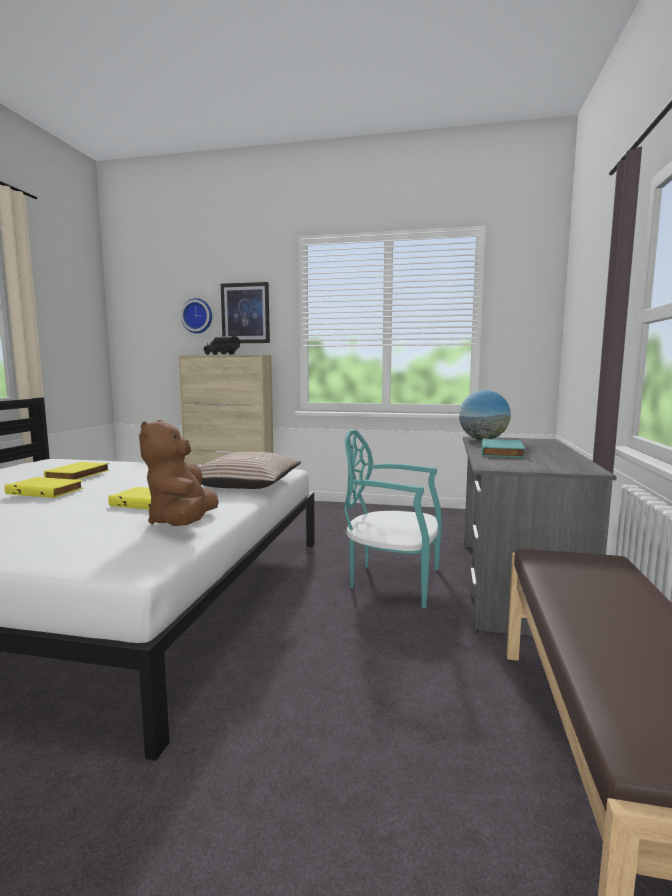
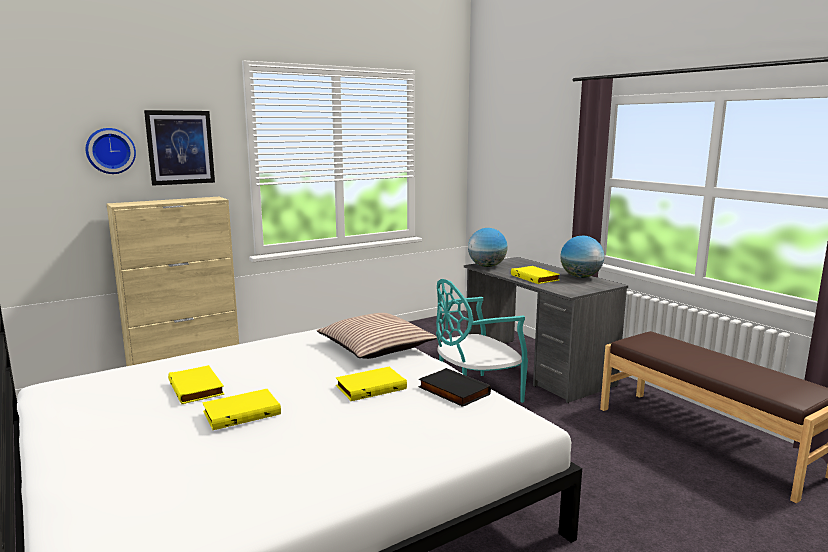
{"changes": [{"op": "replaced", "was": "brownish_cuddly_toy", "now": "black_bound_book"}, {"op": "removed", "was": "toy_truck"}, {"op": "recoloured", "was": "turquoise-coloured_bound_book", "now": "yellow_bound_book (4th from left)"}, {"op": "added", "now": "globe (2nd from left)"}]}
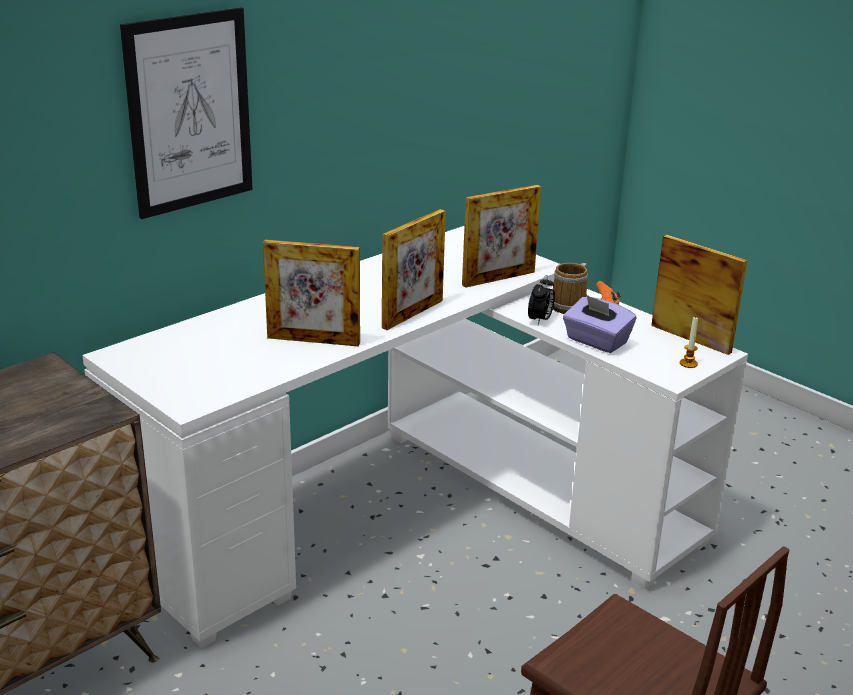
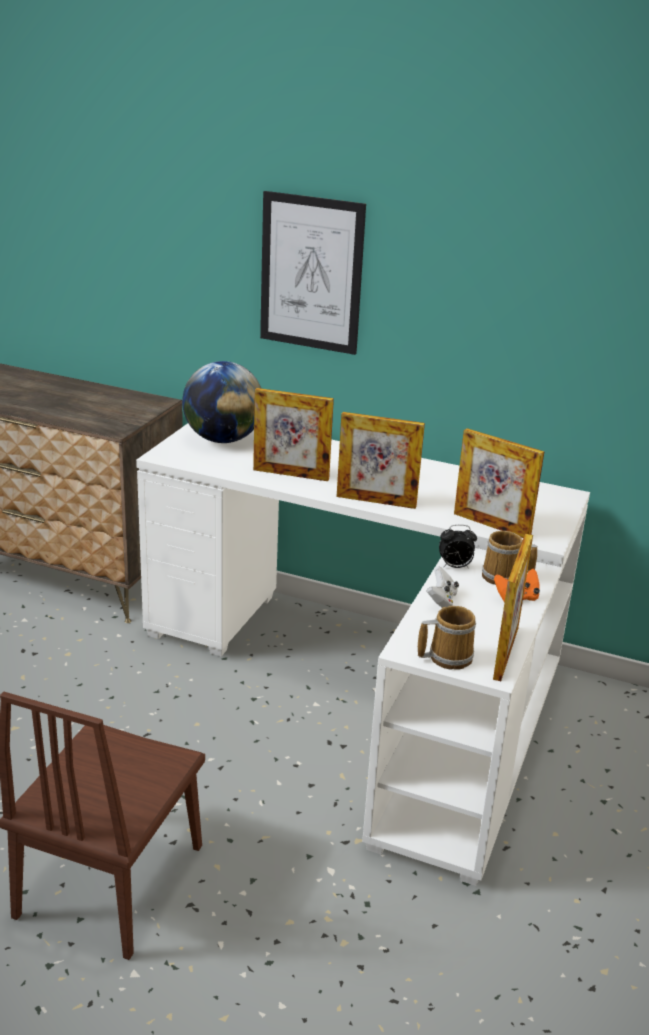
{"changes": [{"op": "turned", "was": "standing_frame (1st from left)", "clockwise": -60}, {"op": "replaced", "was": "purple-coloured_tissue_holder", "now": "white-coloured_game_controller"}, {"op": "replaced", "was": "wax_light", "now": "mug (1st from left)"}, {"op": "added", "now": "globe"}]}
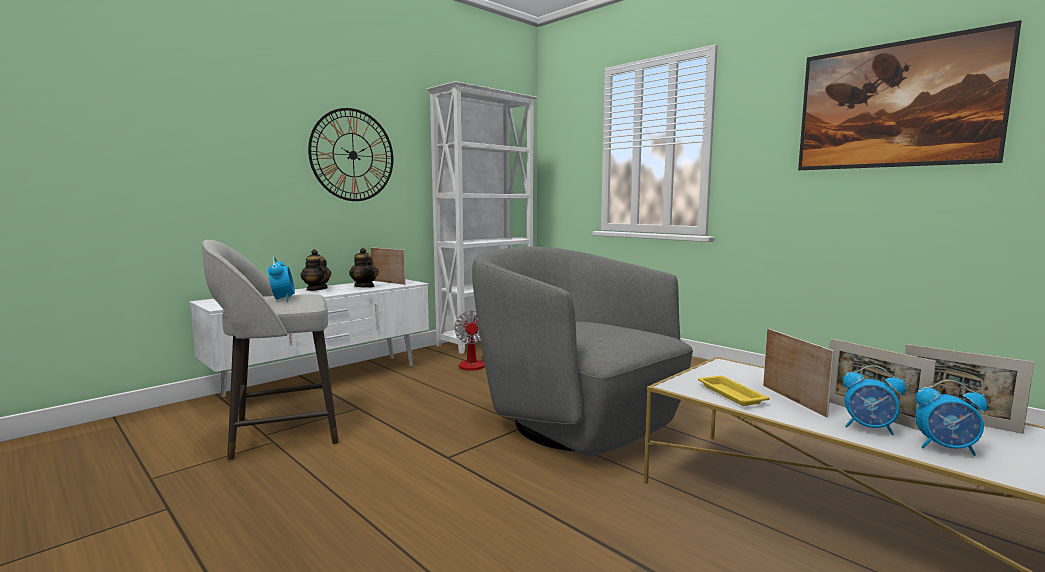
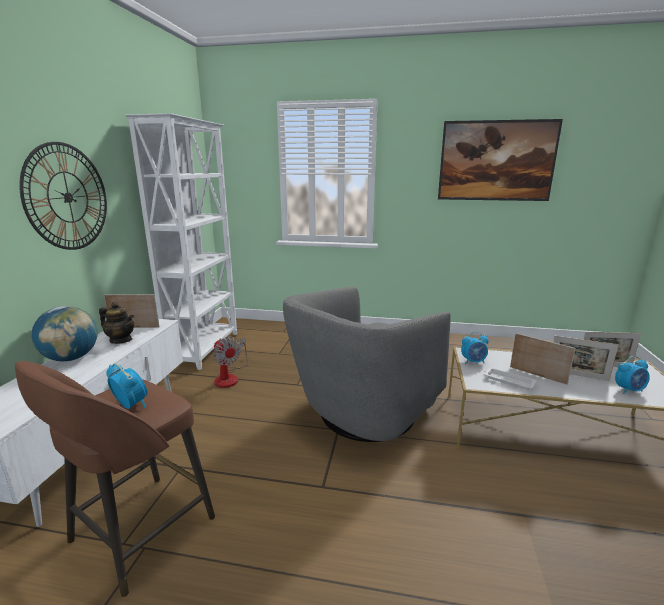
{"changes": [{"op": "recoloured", "was": "greyish_sitting_stool", "now": "brownish_sitting_stool"}, {"op": "replaced", "was": "teapot (1st from left)", "now": "globe"}, {"op": "turned", "was": "greyish_lounge_chair", "clockwise": -60}, {"op": "recoloured", "was": "yellow_tray", "now": "white-coloured_tray"}, {"op": "moved", "was": "table_clock (2nd from left)"}]}
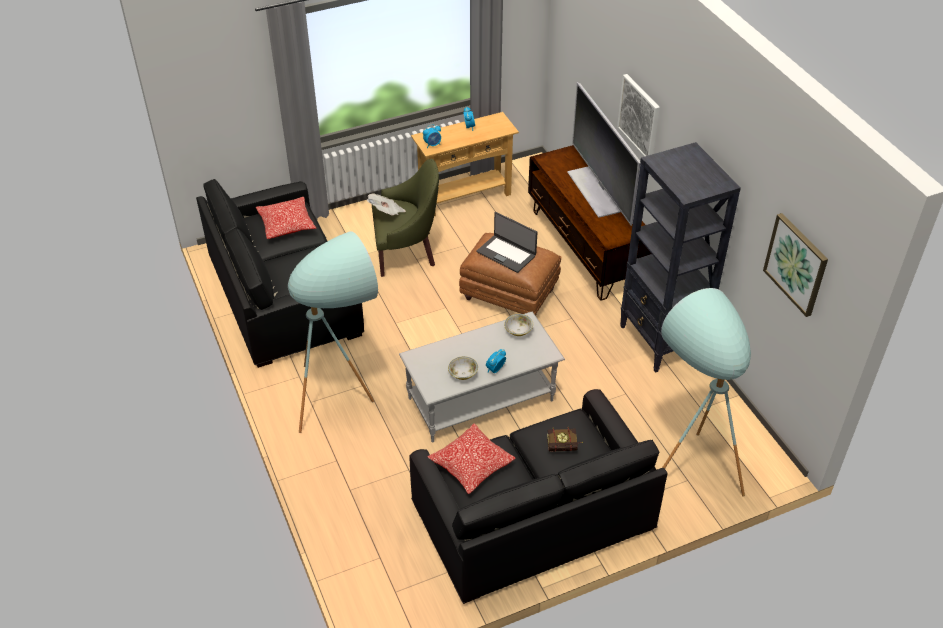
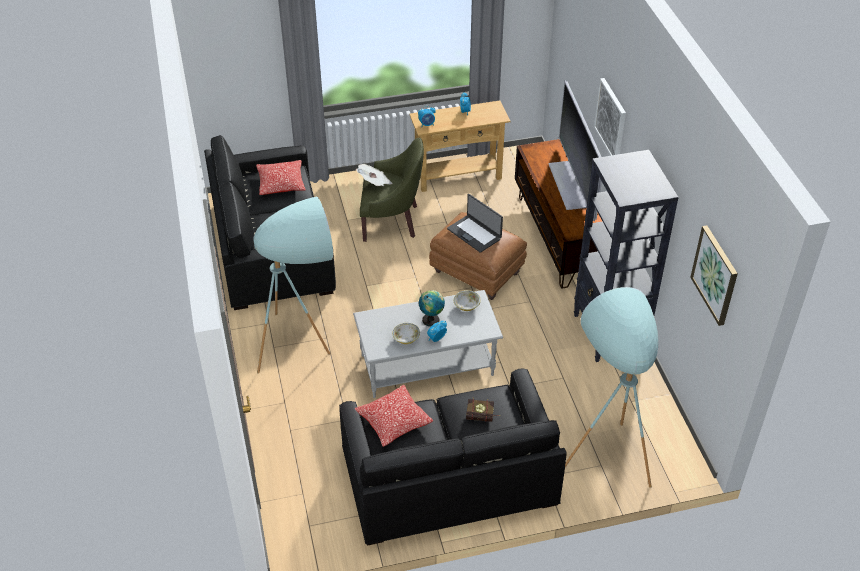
{"changes": [{"op": "added", "now": "globe"}]}
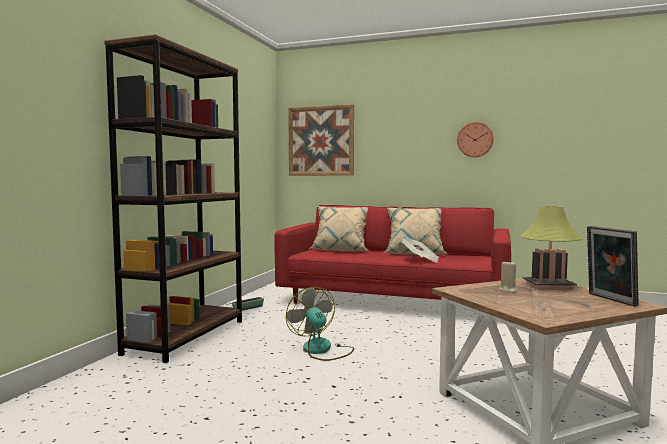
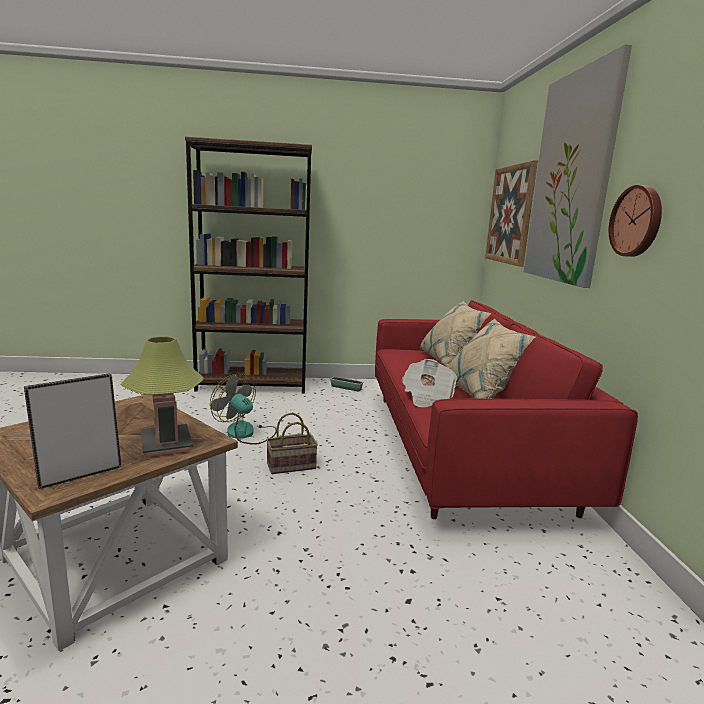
{"changes": [{"op": "turned", "was": "fan", "clockwise": -90}, {"op": "removed", "was": "beige_wax_light"}, {"op": "added", "now": "basket"}, {"op": "added", "now": "wall_art (2nd from left)"}]}
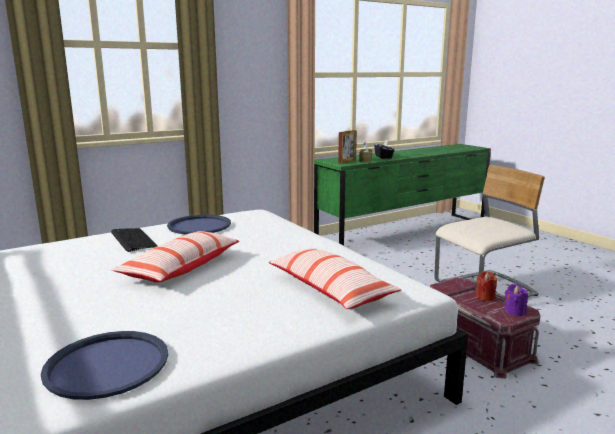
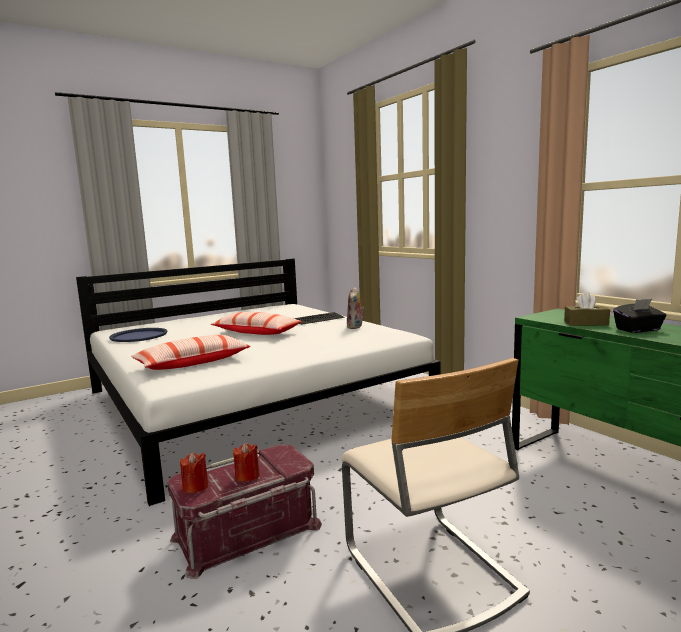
{"changes": [{"op": "replaced", "was": "blue-coloured_tray (2nd from left)", "now": "cuddly_toy"}, {"op": "removed", "was": "standing_frame"}, {"op": "recoloured", "was": "purple-coloured_wax_light", "now": "red-coloured_wax_light (1st from left)"}]}
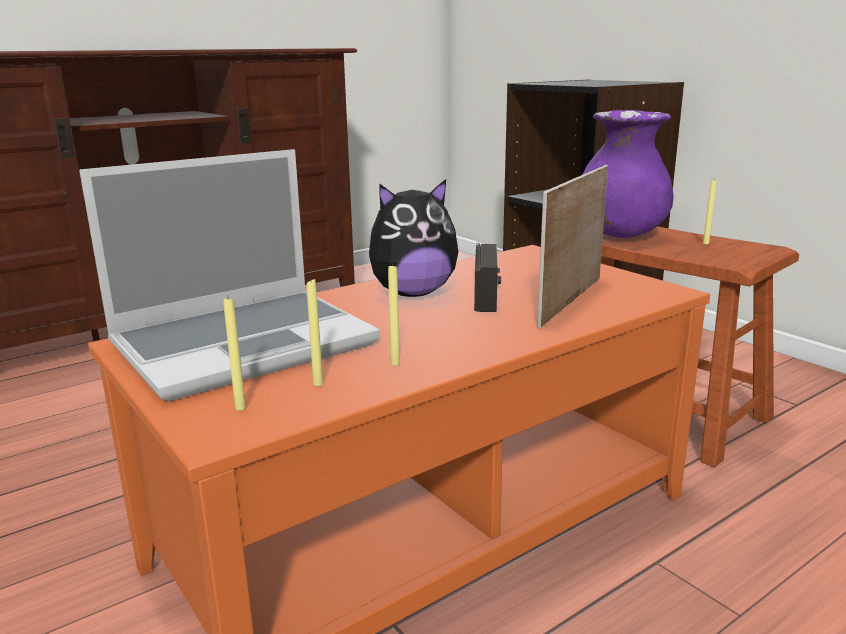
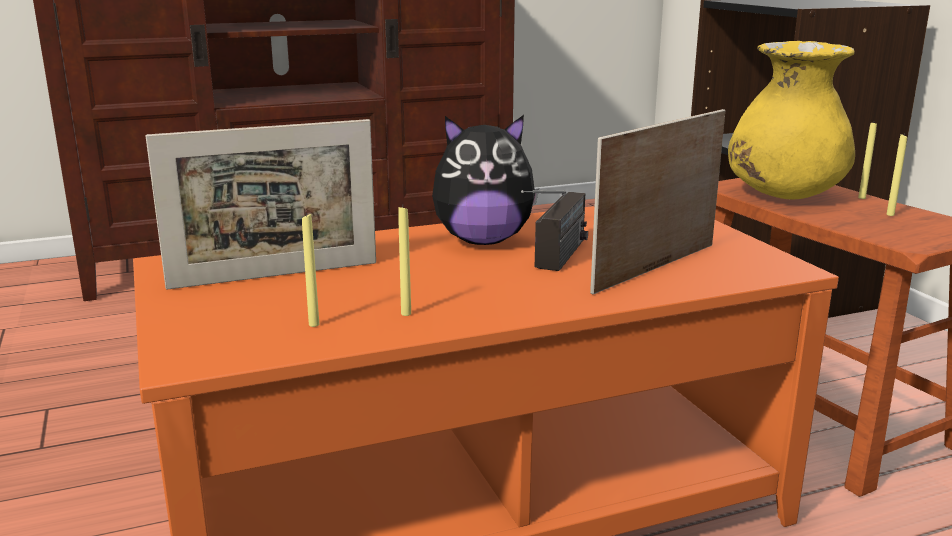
{"changes": [{"op": "replaced", "was": "portable_computer", "now": "standing_frame (1st from left)"}, {"op": "moved", "was": "yellow_wax_light (1st from left in the first image)", "now": "yellow_wax_light (3rd from left)"}, {"op": "recoloured", "was": "purple-coloured_flower_vase", "now": "yellow_flower_vase"}]}
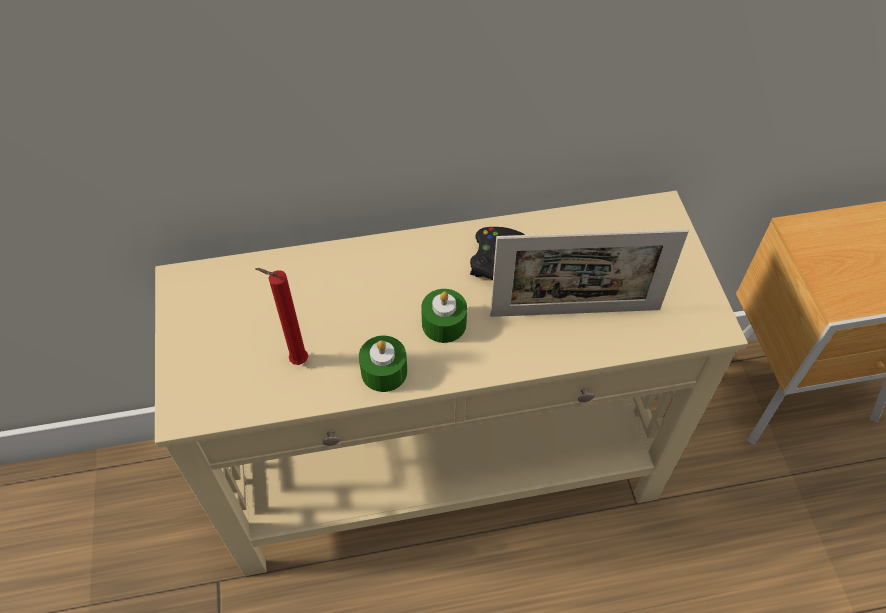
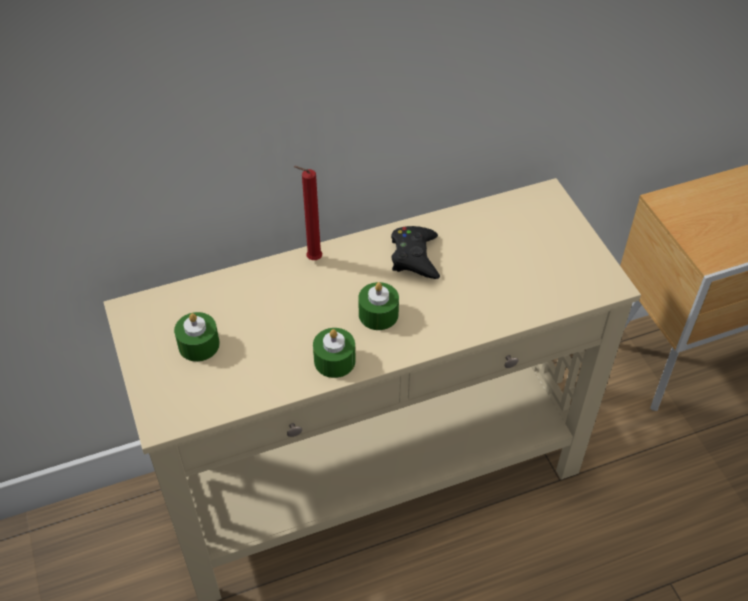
{"changes": [{"op": "moved", "was": "red-coloured_wax_light"}, {"op": "removed", "was": "standing_frame"}, {"op": "added", "now": "green_wax_light (1st from left)"}]}
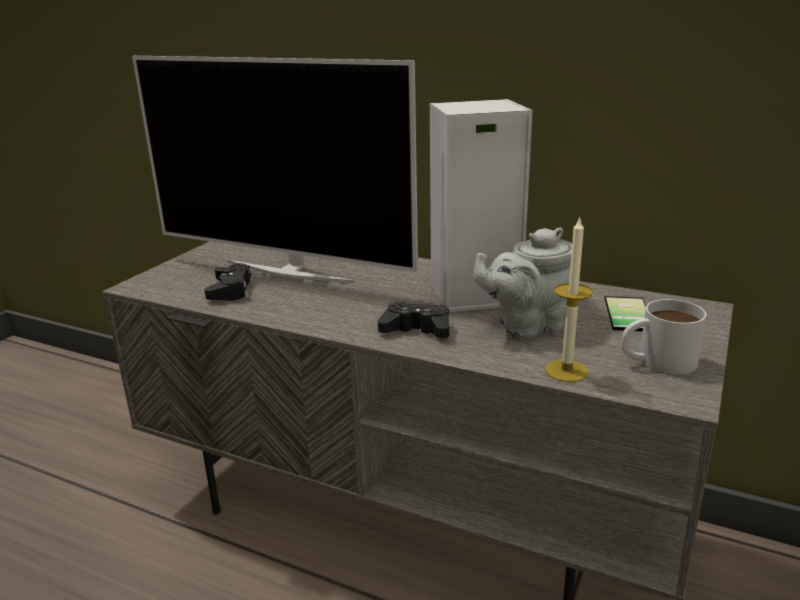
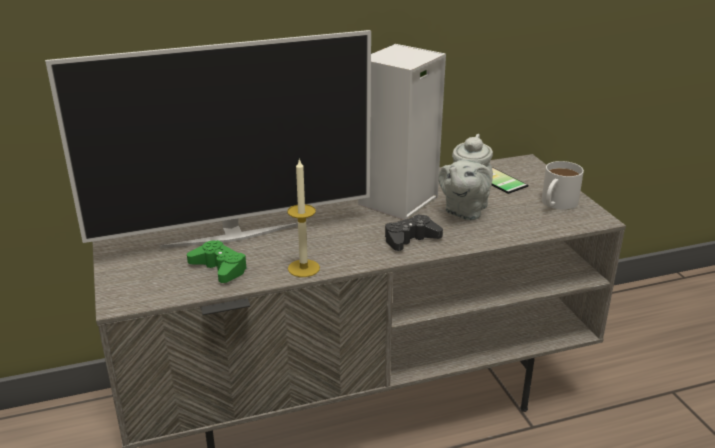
{"changes": [{"op": "recoloured", "was": "black_game_controller (1st from left)", "now": "green_game_controller"}, {"op": "moved", "was": "wax_light"}]}
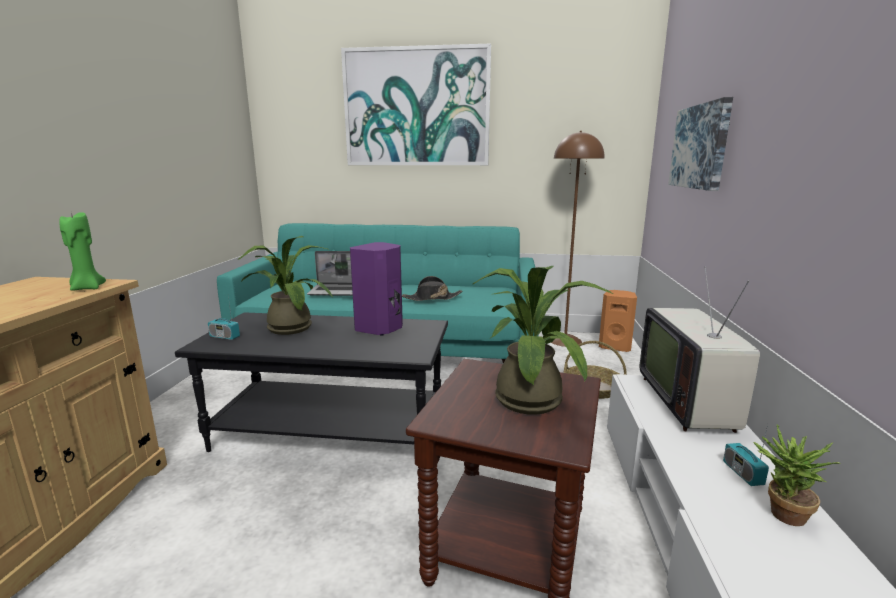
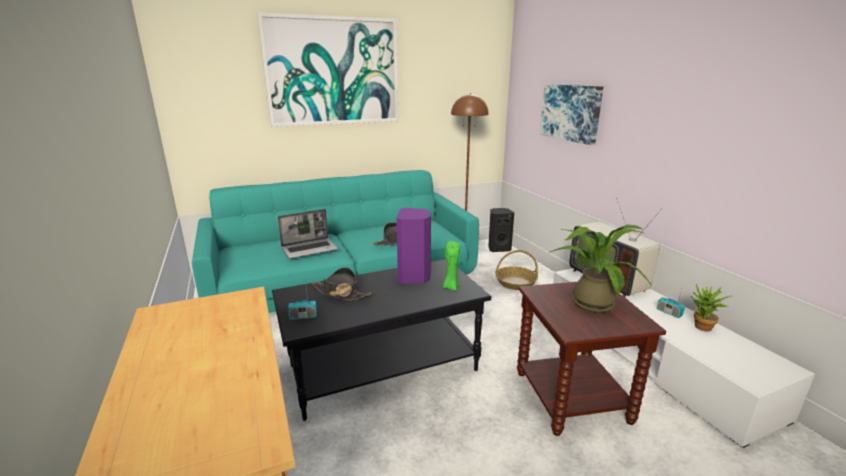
{"changes": [{"op": "moved", "was": "green_wax_light"}, {"op": "replaced", "was": "potted_plant (1st from left)", "now": "black_hat (1st from left)"}, {"op": "recoloured", "was": "orange-coloured_loudspeaker", "now": "black_loudspeaker"}]}
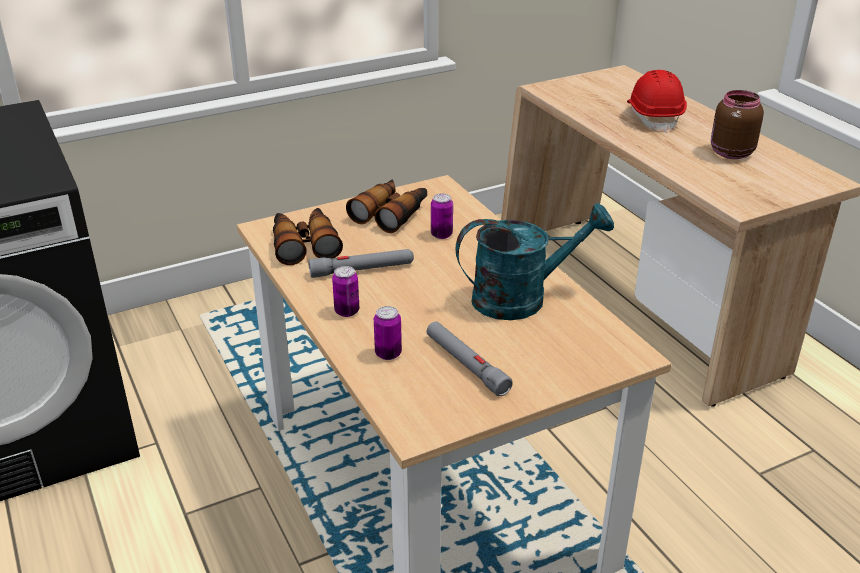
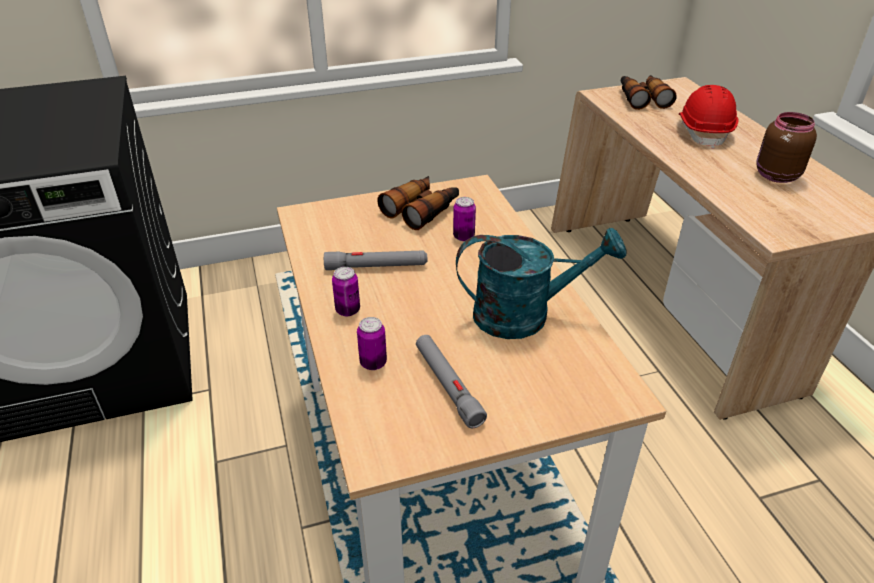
{"changes": [{"op": "moved", "was": "pair_of_binoculars (1st from left in the first image)", "now": "pair_of_binoculars (2nd from left)"}]}
